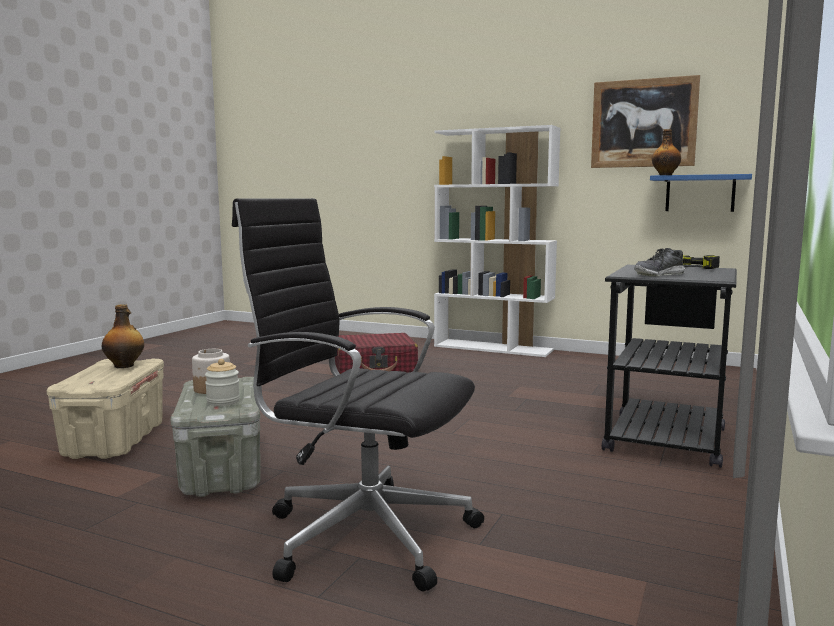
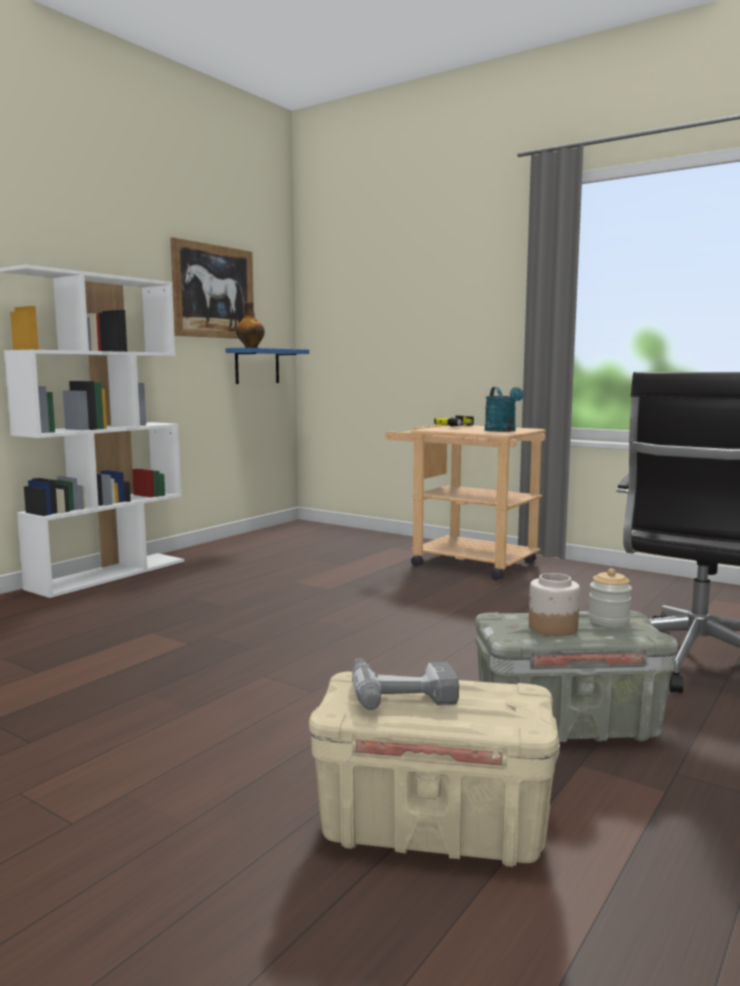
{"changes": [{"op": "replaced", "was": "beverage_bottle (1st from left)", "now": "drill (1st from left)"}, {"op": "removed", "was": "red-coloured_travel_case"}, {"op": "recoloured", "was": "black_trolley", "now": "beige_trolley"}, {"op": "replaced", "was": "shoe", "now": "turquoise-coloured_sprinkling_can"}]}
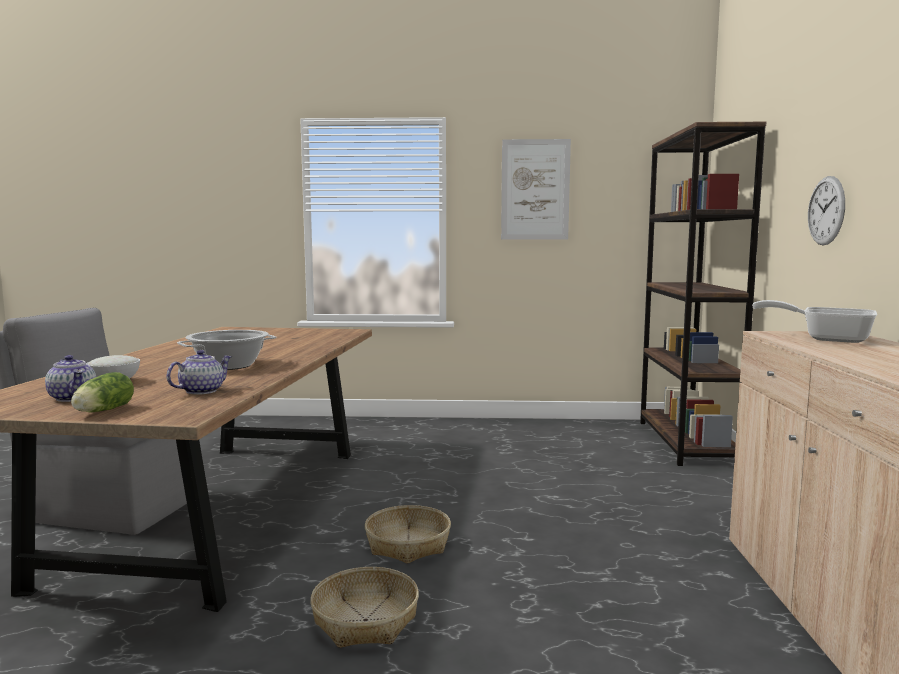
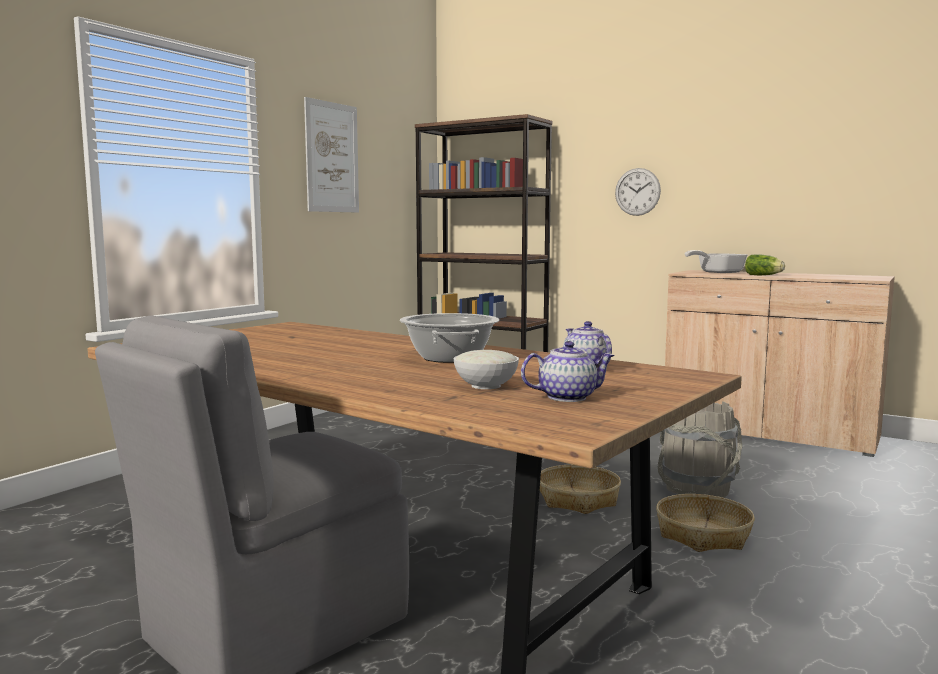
{"changes": [{"op": "moved", "was": "lettuce_head"}, {"op": "added", "now": "greyish_bucket"}]}
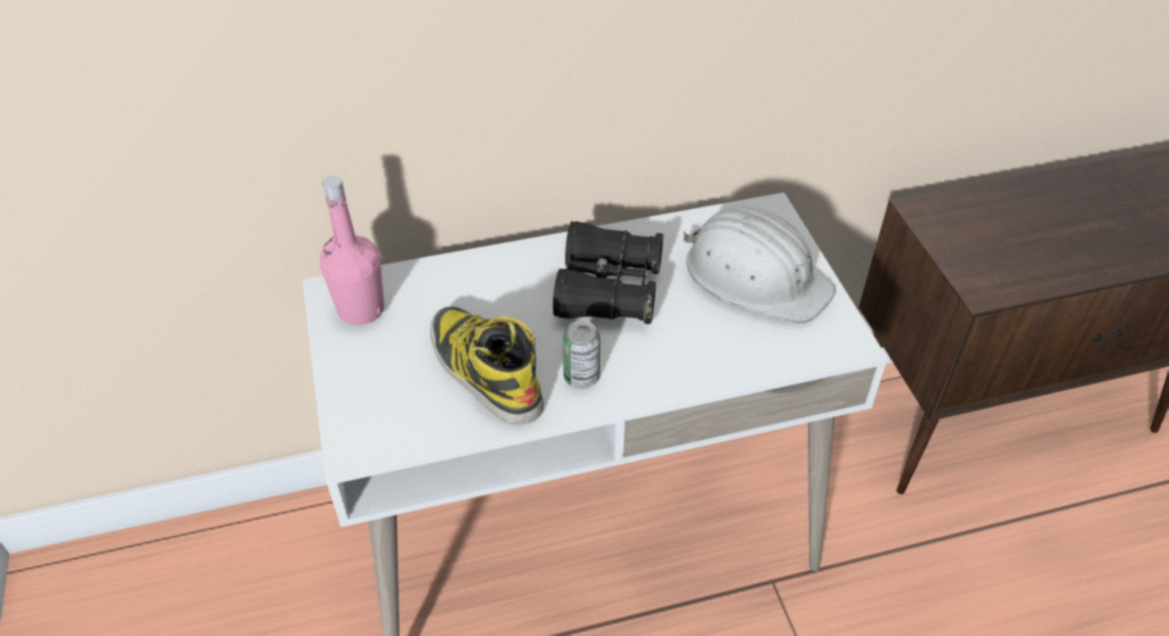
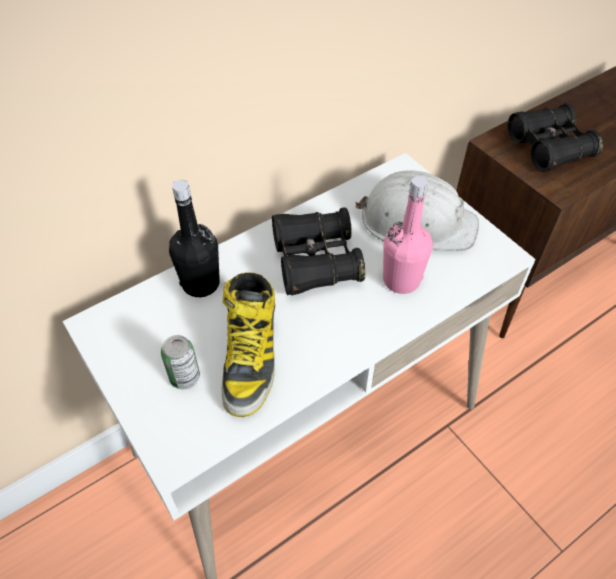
{"changes": [{"op": "moved", "was": "pink-coloured_beverage_bottle"}, {"op": "turned", "was": "tall_boot", "clockwise": -120}, {"op": "moved", "was": "metal_can"}, {"op": "added", "now": "black_beverage_bottle"}, {"op": "added", "now": "black_pair_of_binoculars (2nd from left)"}]}
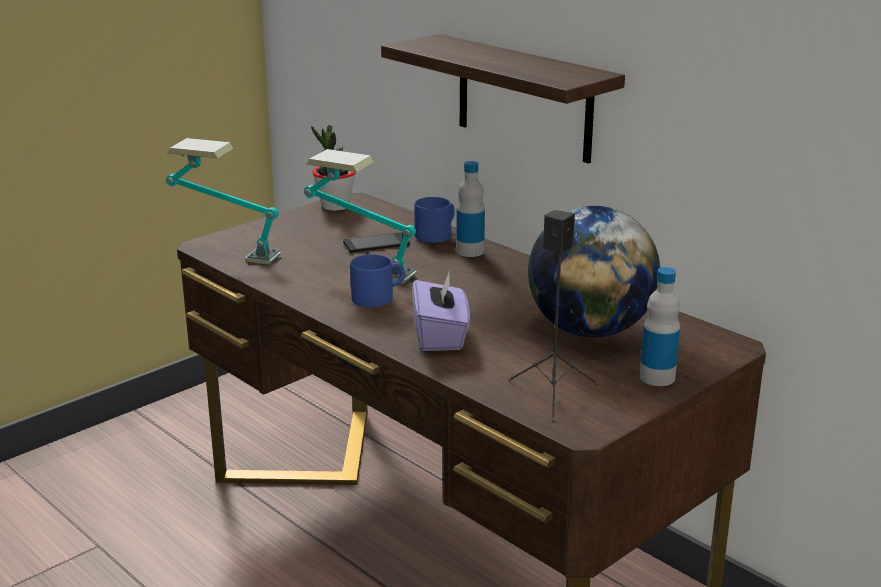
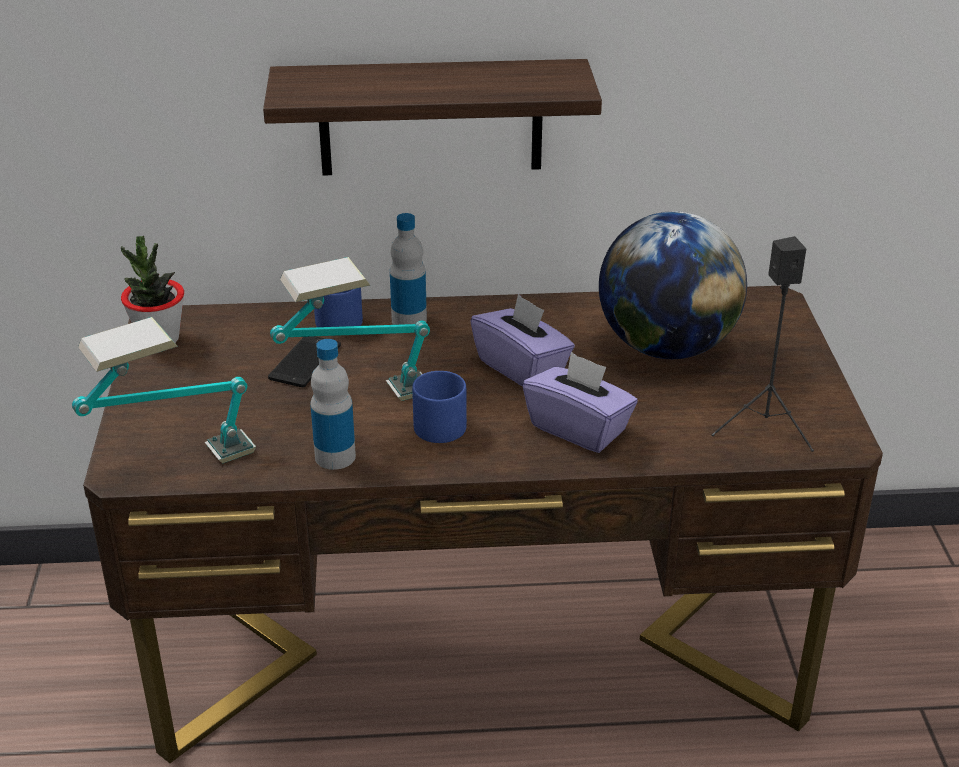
{"changes": [{"op": "moved", "was": "beverage_bottle (2nd from left in the first image)", "now": "beverage_bottle (1st from left)"}, {"op": "added", "now": "purple-coloured_tissue_holder (1st from left)"}]}
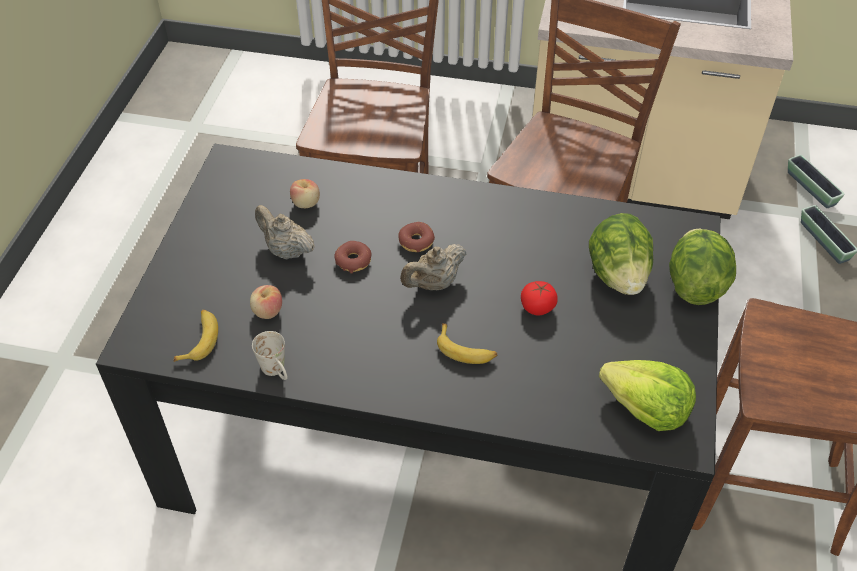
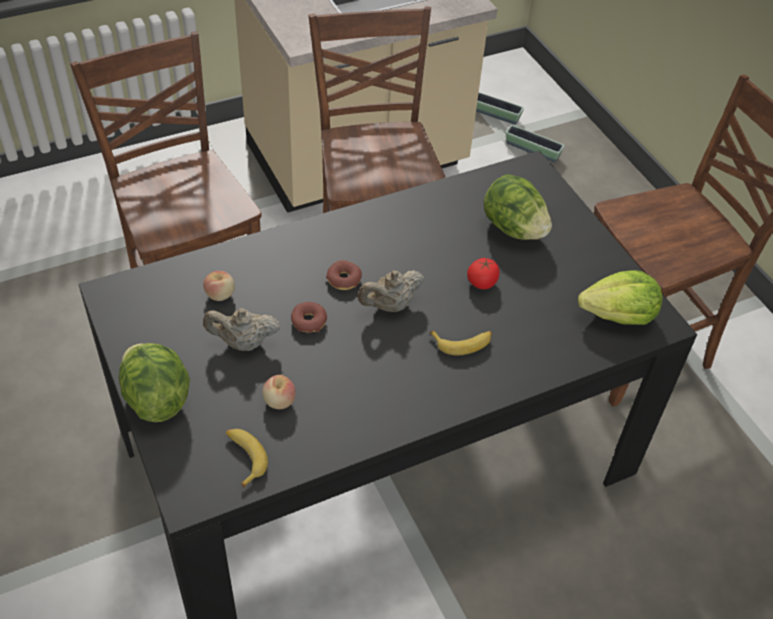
{"changes": [{"op": "removed", "was": "white-coloured_mug"}, {"op": "turned", "was": "beige_teapot (2nd from left)", "clockwise": 45}, {"op": "moved", "was": "lettuce_head (3rd from left in the first image)", "now": "lettuce_head (1st from left)"}]}
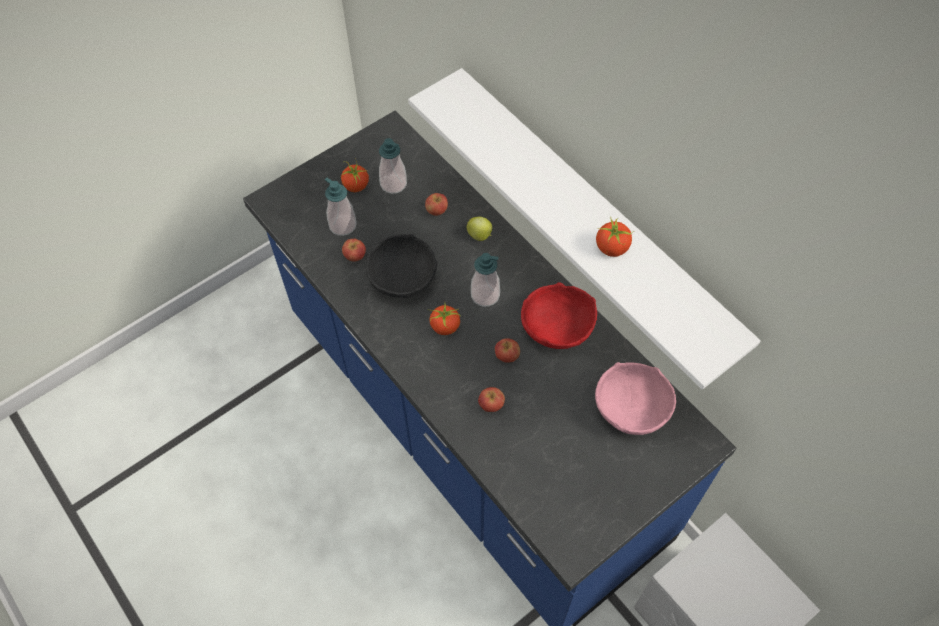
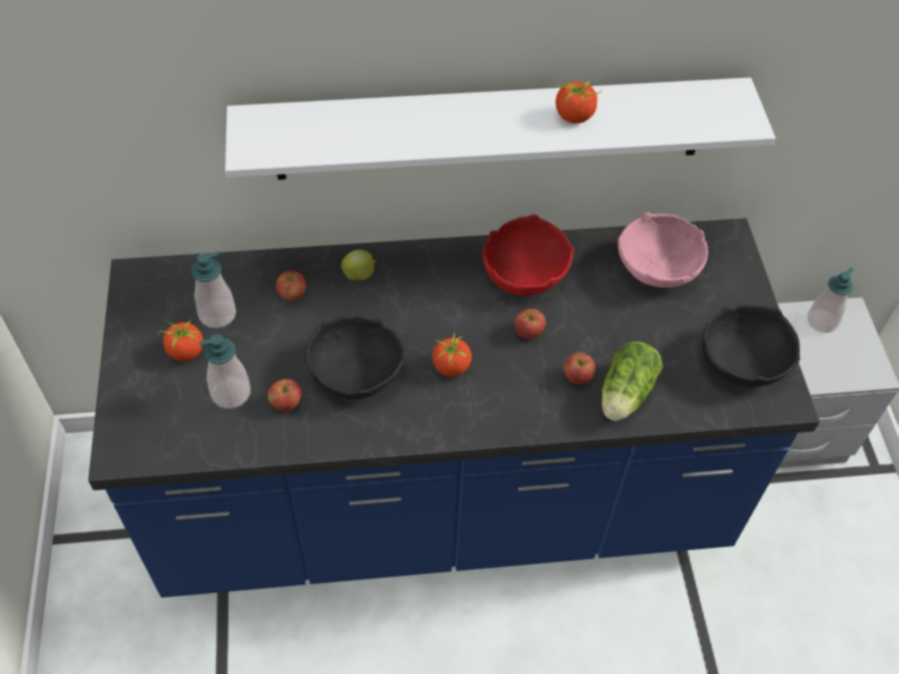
{"changes": [{"op": "moved", "was": "soap_bottle (3rd from left)"}, {"op": "added", "now": "lettuce_head"}, {"op": "added", "now": "black_bowl (2nd from left)"}]}
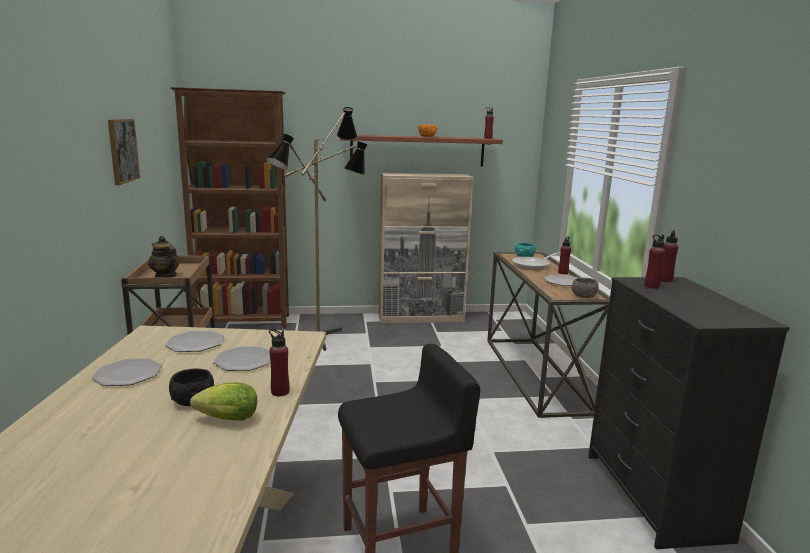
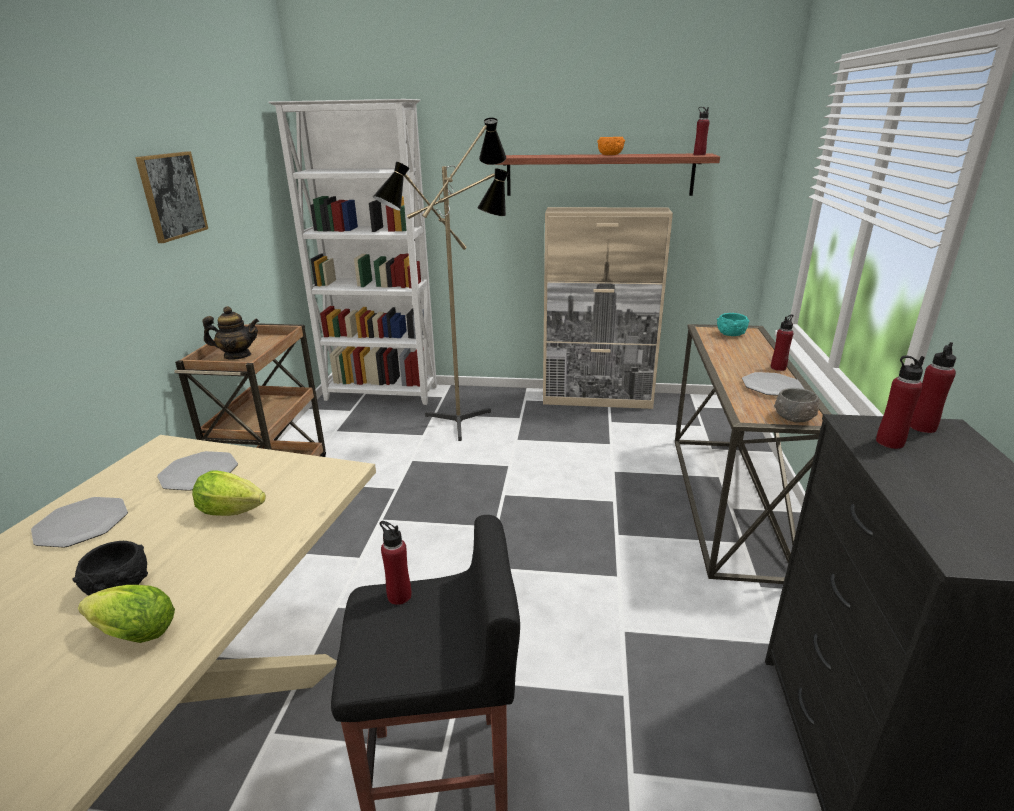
{"changes": [{"op": "turned", "was": "teapot", "clockwise": 120}, {"op": "recoloured", "was": "brownish_bookcase", "now": "white-coloured_bookcase"}, {"op": "replaced", "was": "plate (3rd from left)", "now": "lettuce_head (2nd from left)"}, {"op": "moved", "was": "red-coloured_beverage_bottle (1st from left)"}, {"op": "removed", "was": "frying_pan"}]}
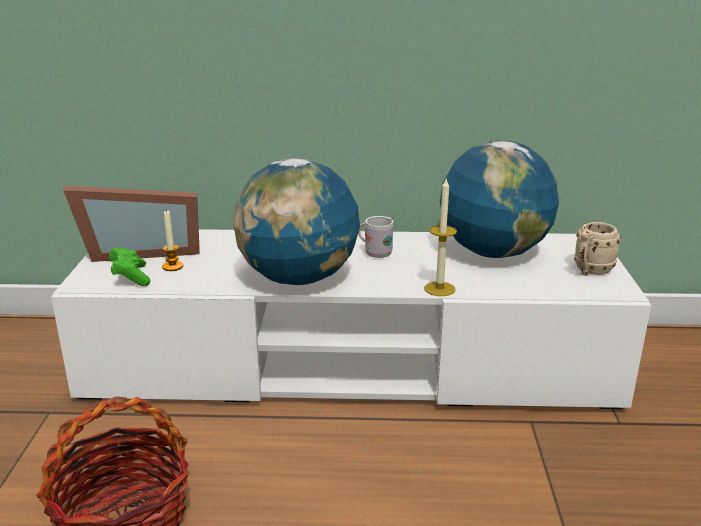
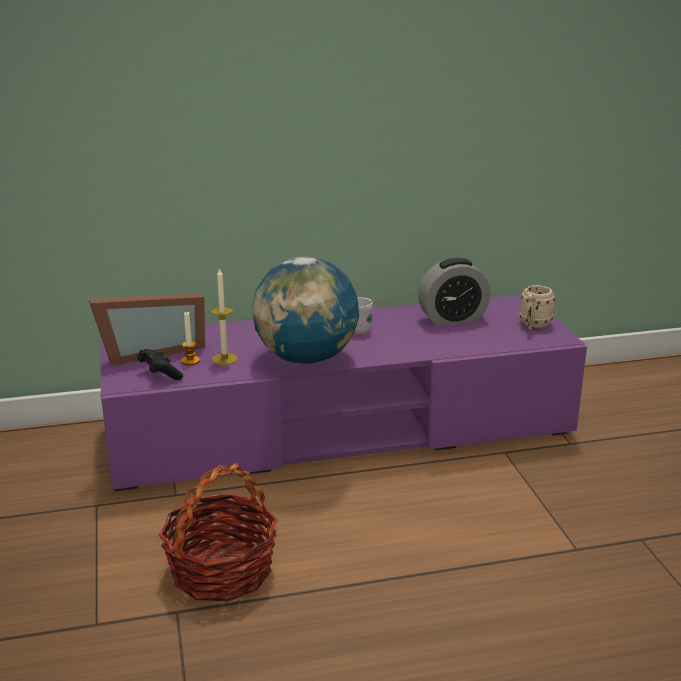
{"changes": [{"op": "recoloured", "was": "white-coloured_media_console", "now": "purple-coloured_media_console"}, {"op": "recoloured", "was": "green_game_controller", "now": "black_game_controller"}, {"op": "moved", "was": "wax_light (2nd from left)"}, {"op": "replaced", "was": "globe (2nd from left)", "now": "table_clock"}]}
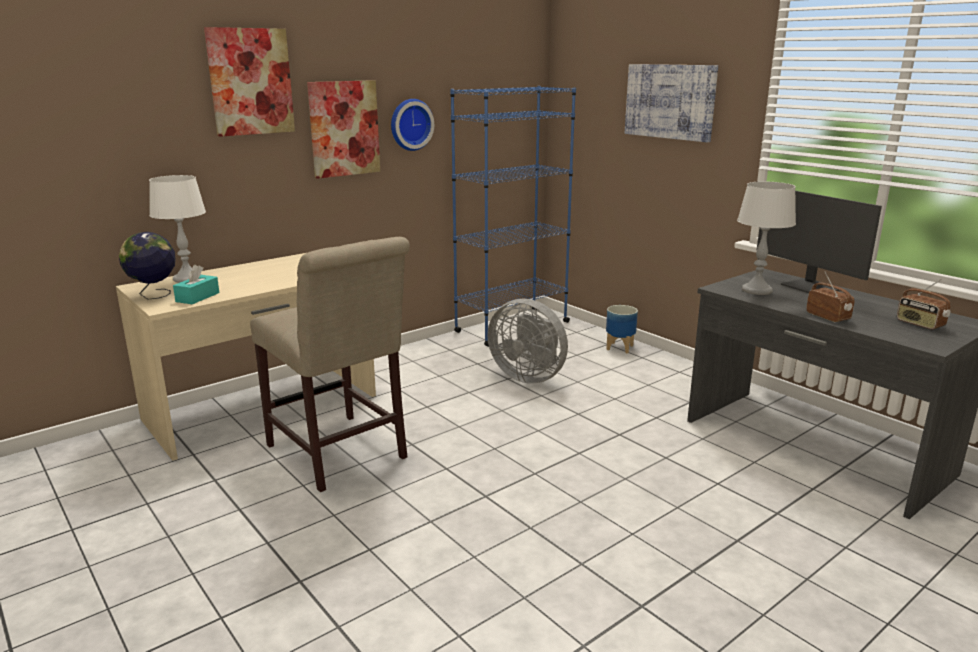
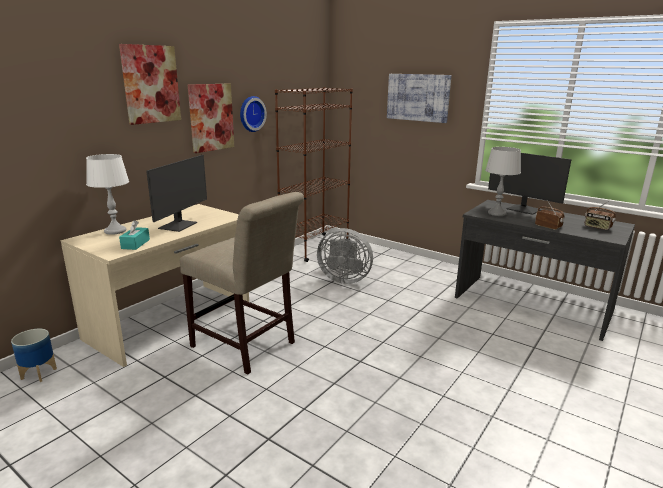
{"changes": [{"op": "removed", "was": "globe"}, {"op": "recoloured", "was": "blue-coloured_bookcase", "now": "brownish_bookcase"}, {"op": "moved", "was": "plant_pot"}, {"op": "added", "now": "monitor (1st from left)"}]}
